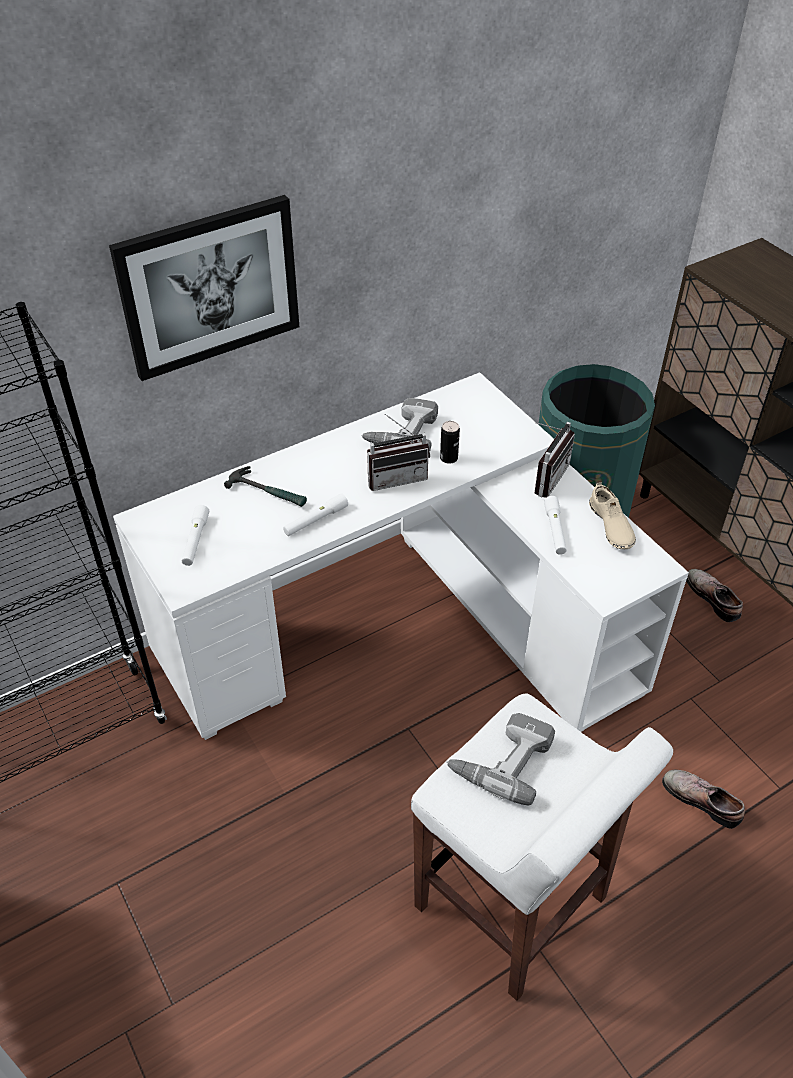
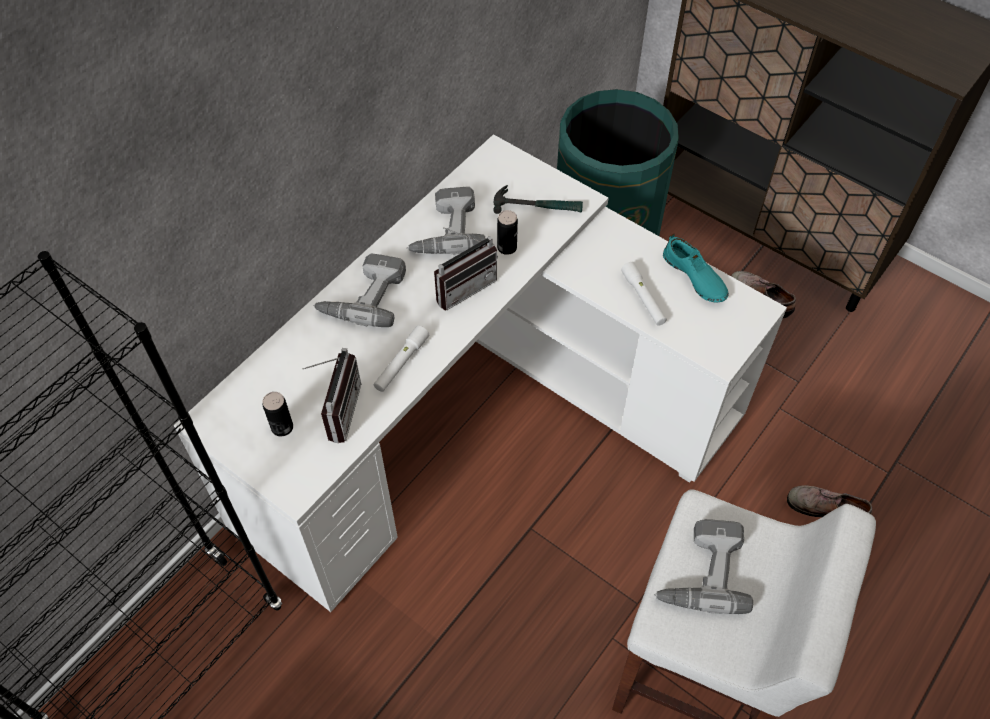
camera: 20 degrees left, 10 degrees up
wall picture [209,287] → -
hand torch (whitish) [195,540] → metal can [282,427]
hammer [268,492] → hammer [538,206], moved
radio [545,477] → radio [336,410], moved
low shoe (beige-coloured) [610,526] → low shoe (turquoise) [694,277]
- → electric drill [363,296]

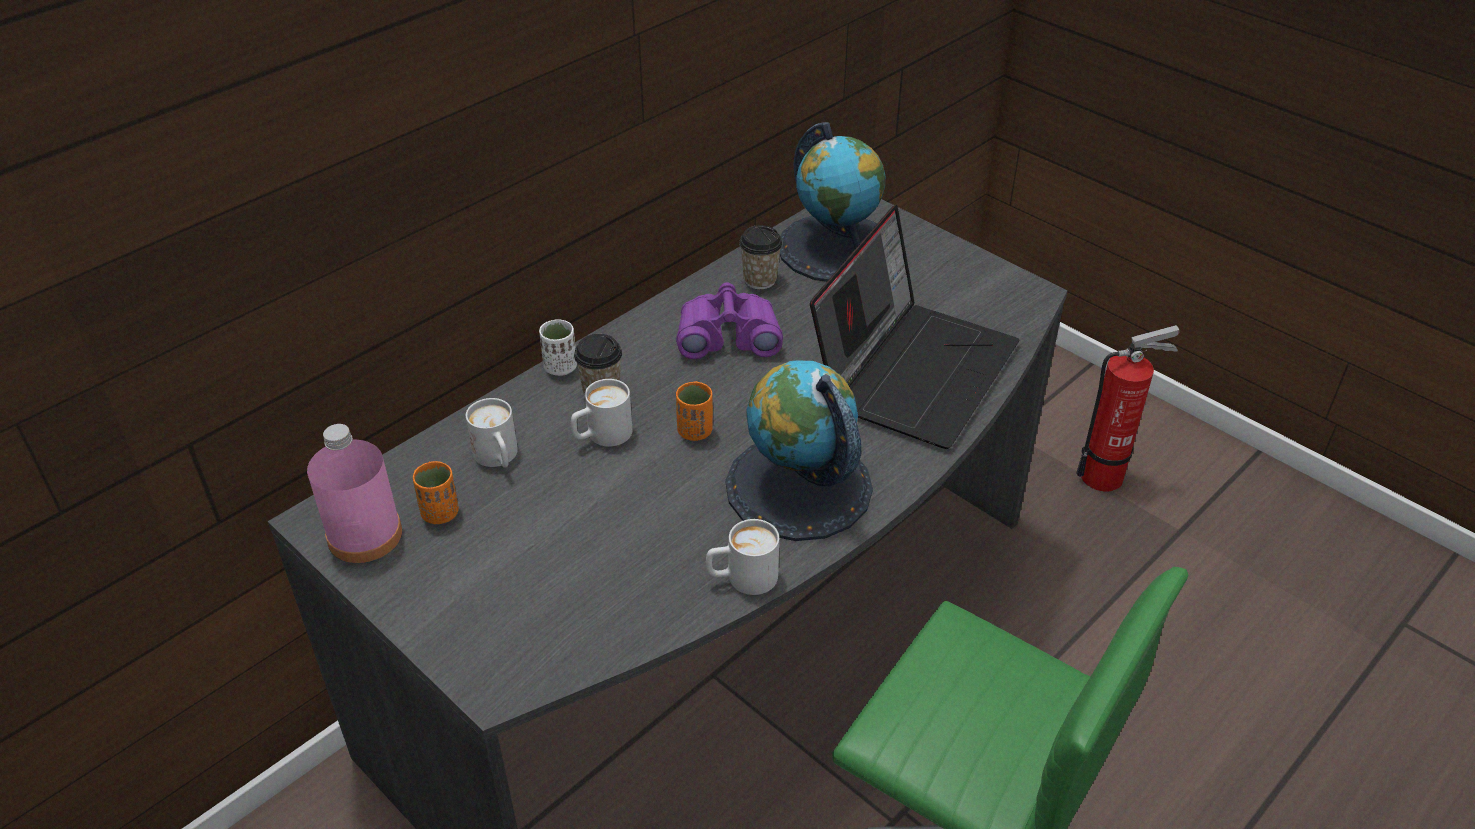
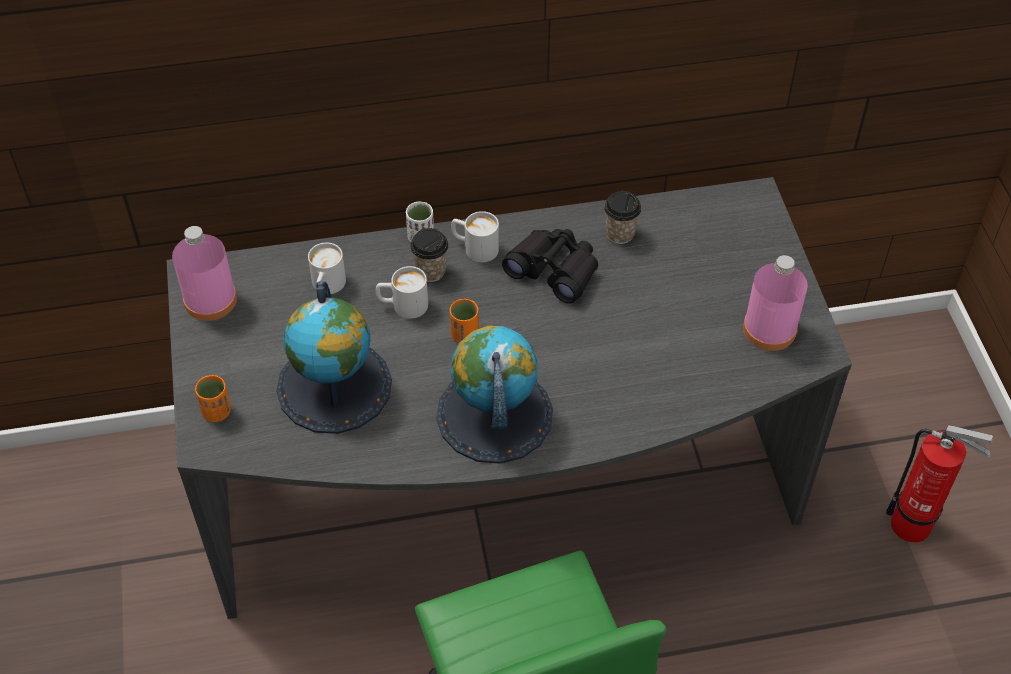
camera: 35 degrees right, 10 degrees up
drinking cup (orange) [440,513] → drinking cup (orange) [216,412], moved
field glasses (purple-coloured) [728,336] → field glasses (black-coloured) [554,270]
tea mug (whitish) [742,578] → tea mug (whitish) [474,248], moved
world globe [837,248] → world globe [335,386], moved
portable computer [913,369] → -
- → beverage bottle (pink-coloured) [769,329]

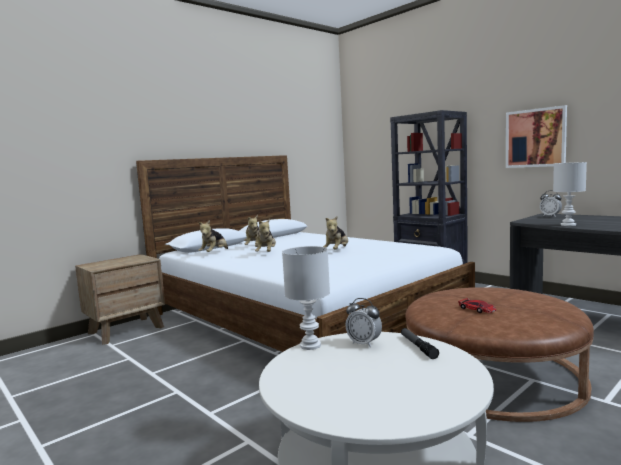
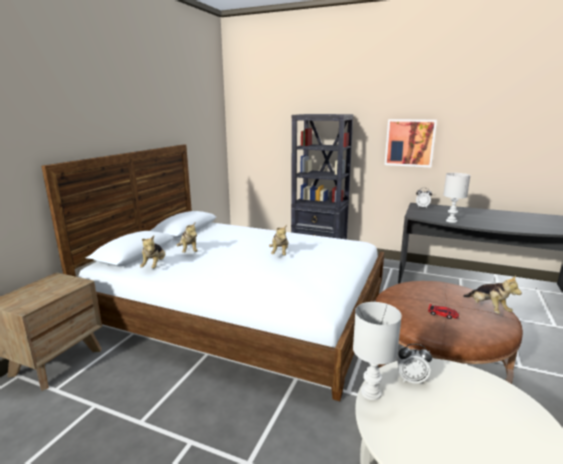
camera: 25 degrees left, 10 degrees up
soft toy [266,253] → soft toy [488,309], moved
hand torch [418,347] → -

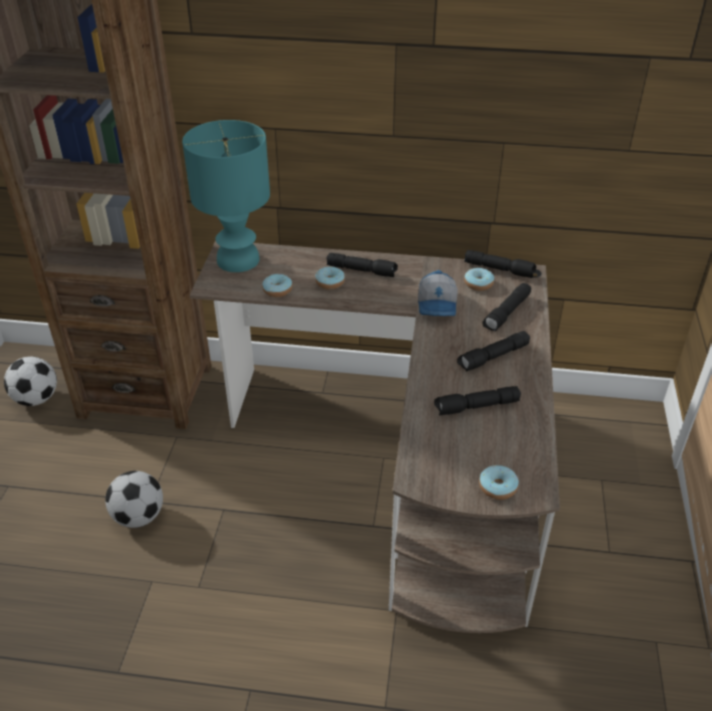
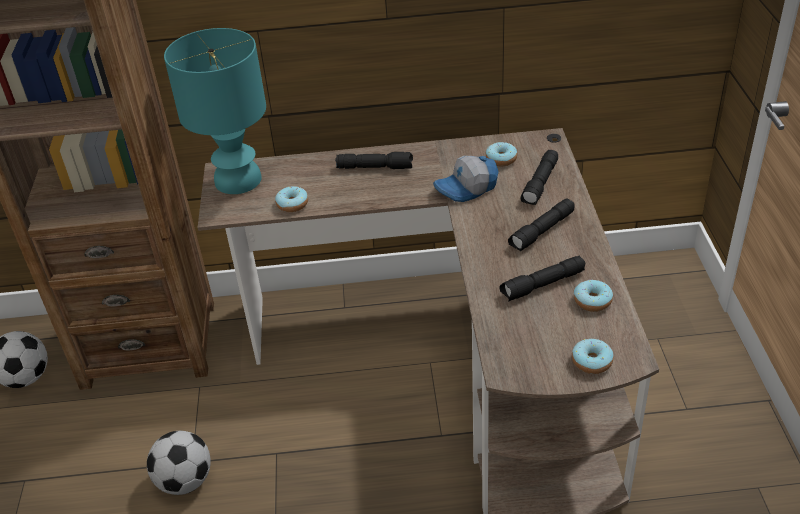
camera: 10 degrees left, 0 degrees up
doughnut [330,283] → doughnut [592,301], moved
baseball cap [438,305] → baseball cap [467,188], 75 degrees clockwise
hand torch (black-coloured) [499,269] → -

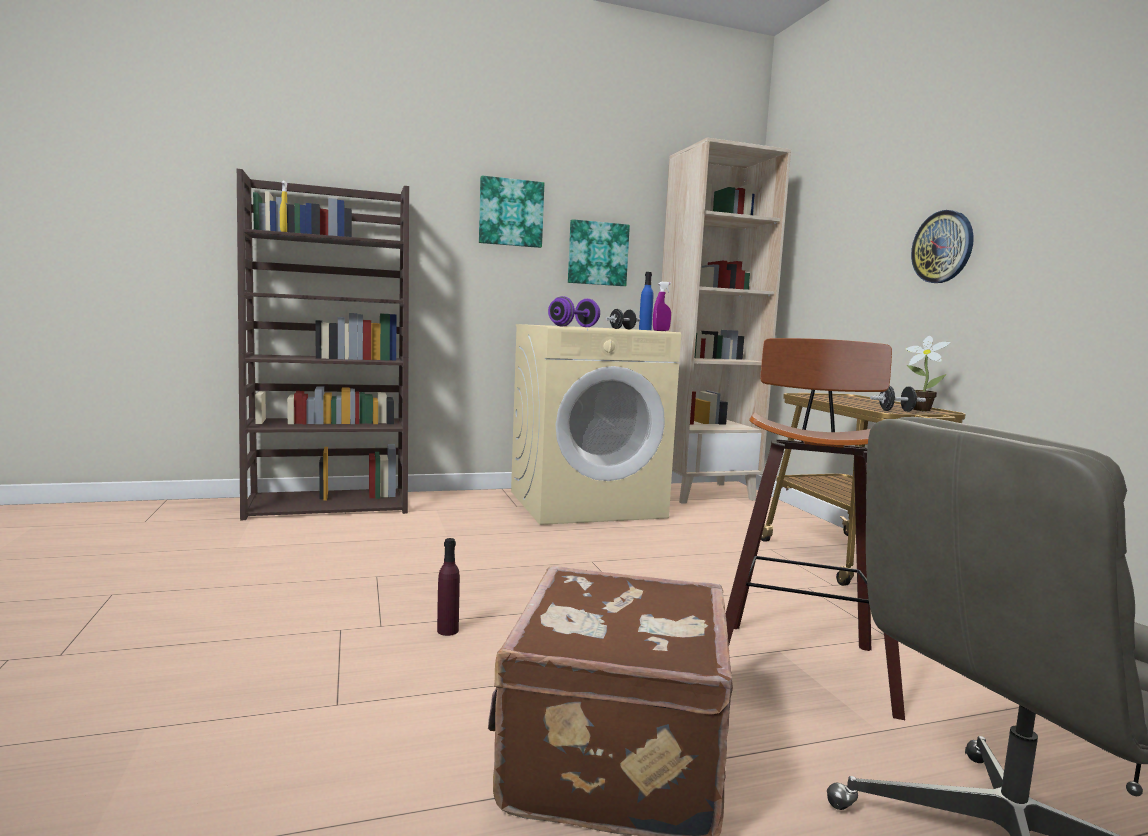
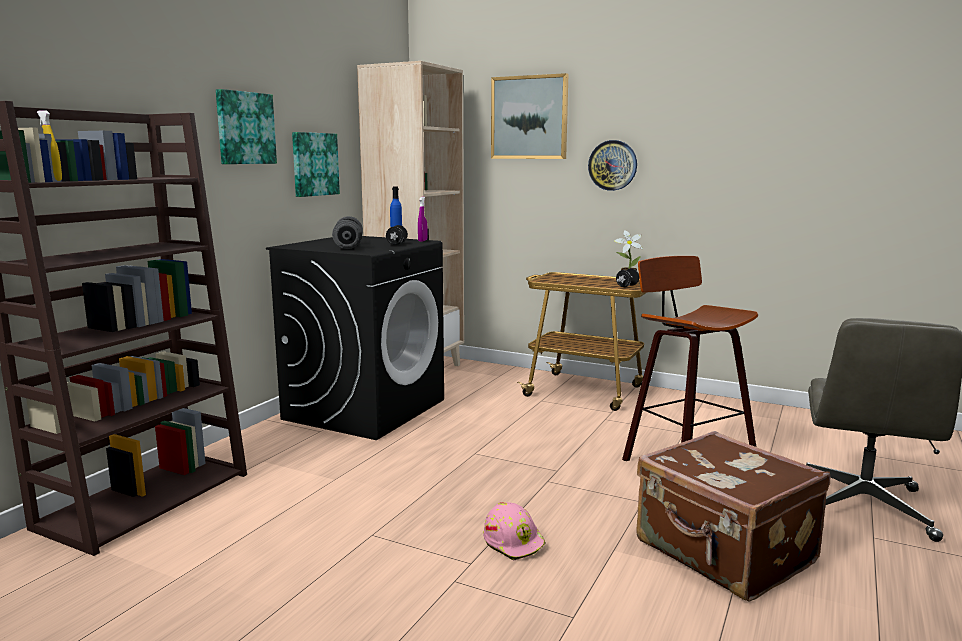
camera: 45 degrees left, 5 degrees up
beverage bottle (purple-coloured) [447,630] → hard hat (pink-coloured) [514,542]
laundry machine (beige-coloured) [586,504] → laundry machine (black-coloured) [365,409]
hand weight (purple-coloured) [574,326] → hand weight (greyish) [348,246]
- → wall picture [529,117]

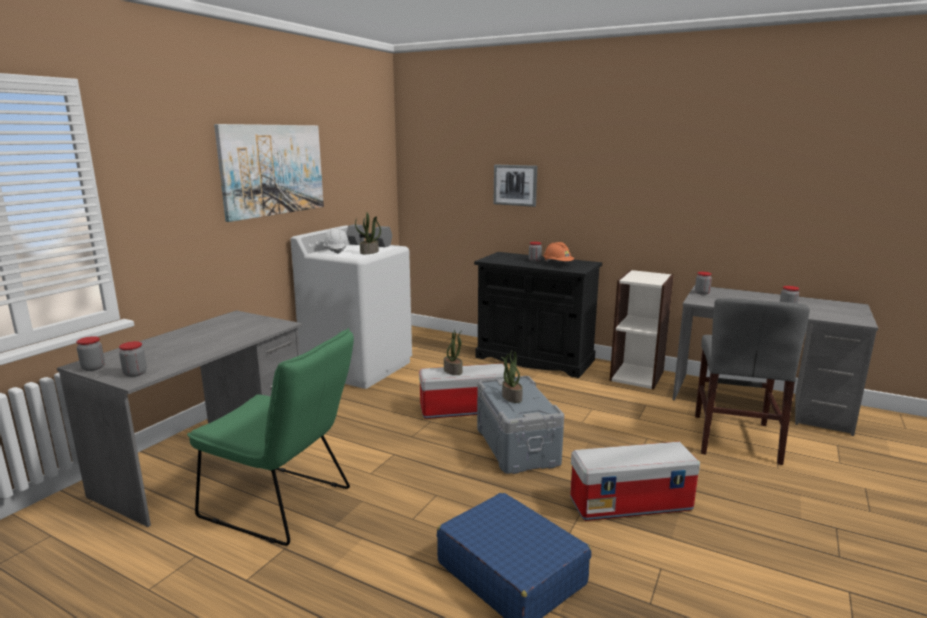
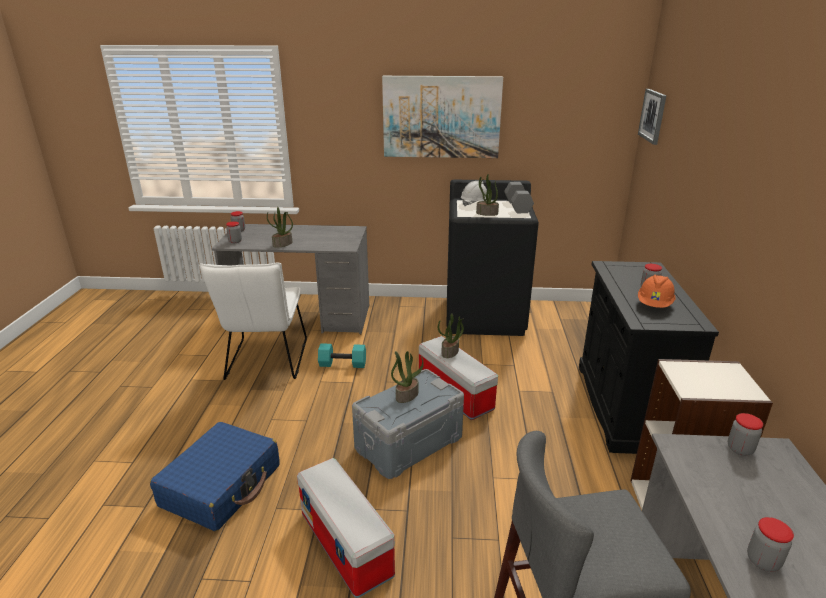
camera: 65 degrees right, 10 degrees up
plain chair (green-coloured) [284,505] → plain chair (whitish) [265,363]
laundry machine (whitish) [358,367] → laundry machine (black-coloured) [485,316]
wall picture [515,185] → wall picture [653,116], moved
- → houseplant [282,244]
- → hand weight (turquoise) [343,363]

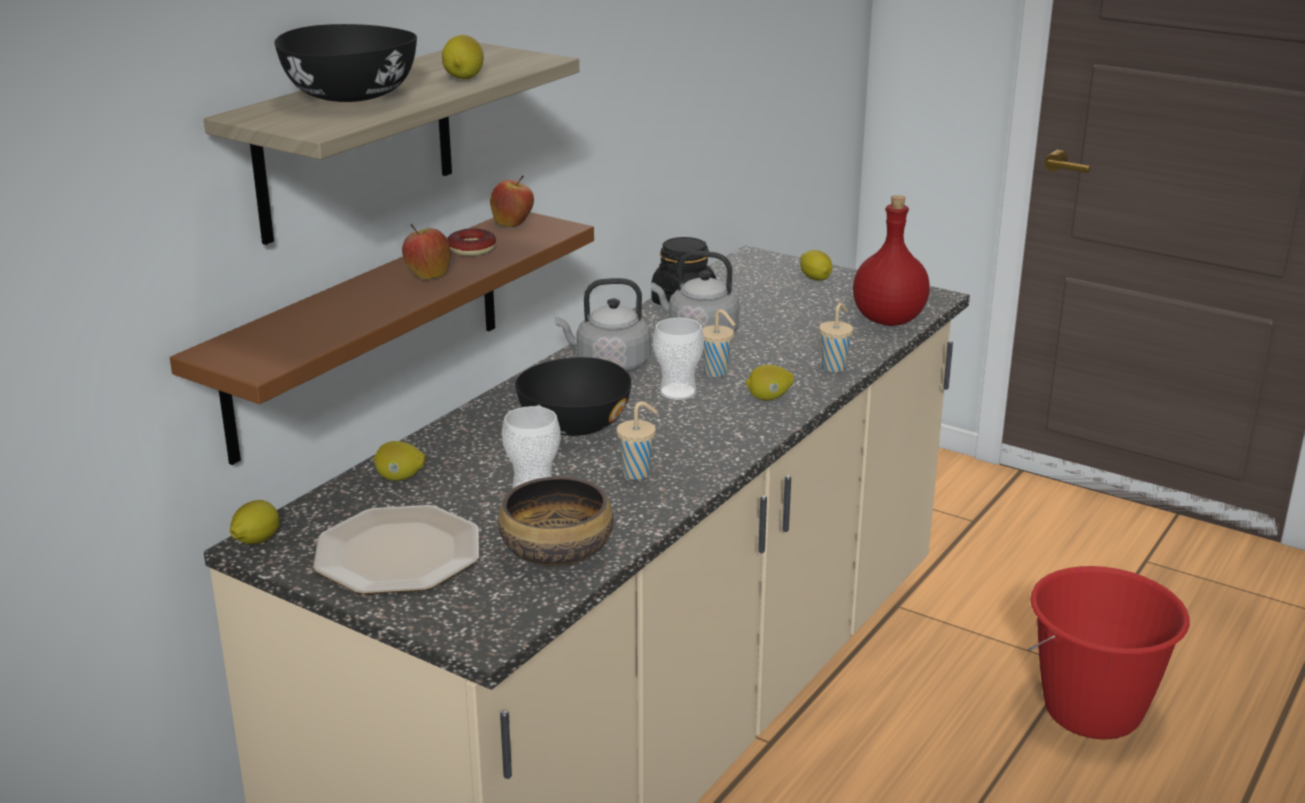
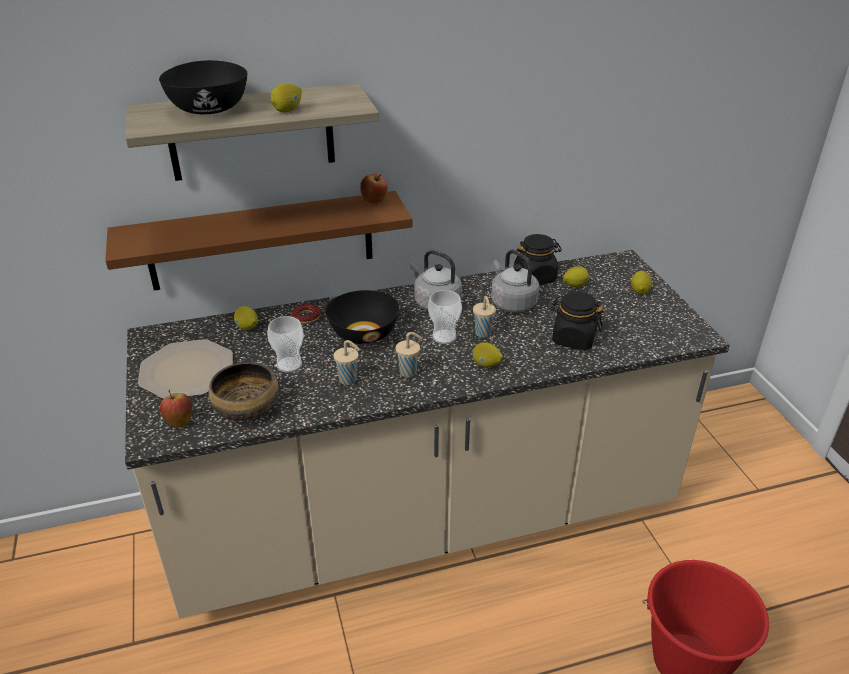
camera: 40 degrees right, 10 degrees up
whole lemon [256,541] → whole lemon [574,285], moved
apple [427,275] → apple [179,421], moved
doughnut [472,249] → doughnut [306,317], moved
drinking cup (beige-coloured) [834,367] → drinking cup (beige-coloured) [409,372], moved
beverage bottle (red) [890,320] → -
- → preserve jar (black-coloured) [573,339]

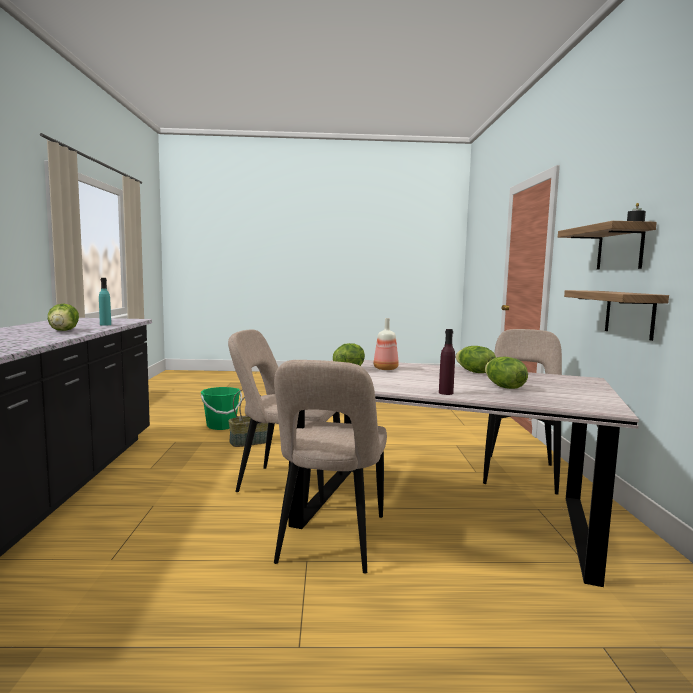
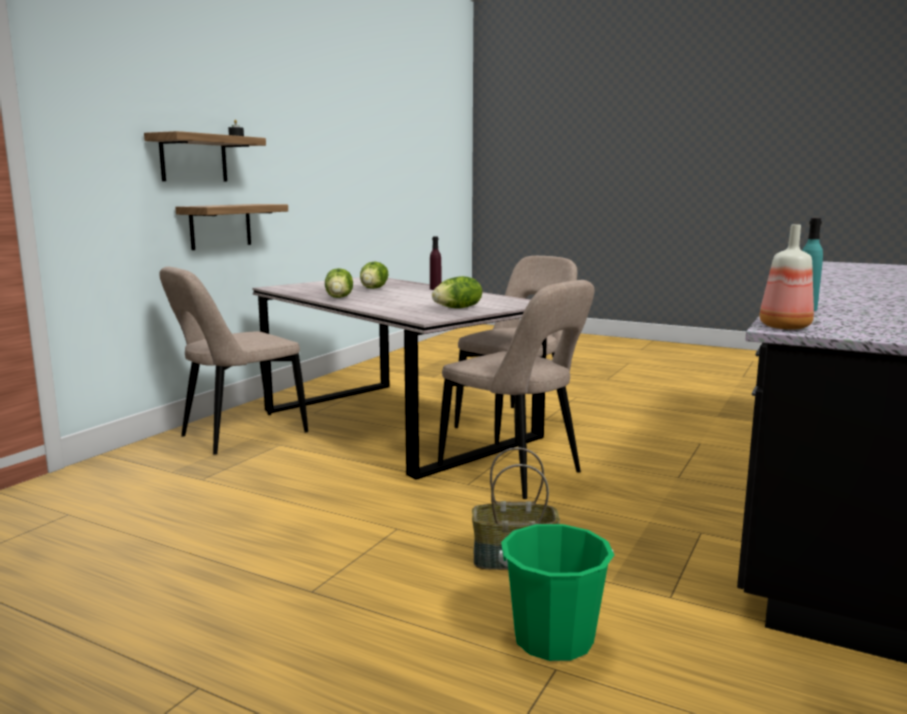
camera: 150 degrees left, 5 degrees up
lettuce head [64,330] → -
beverage bottle [386,369] → beverage bottle [783,327], moved

